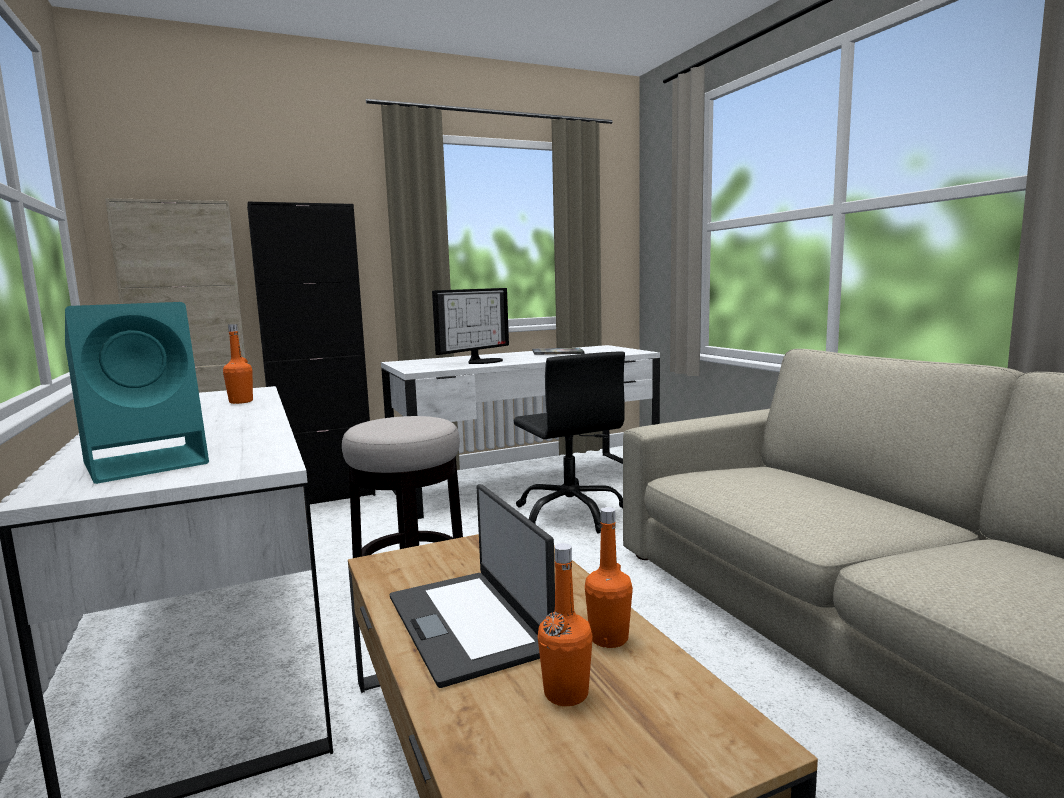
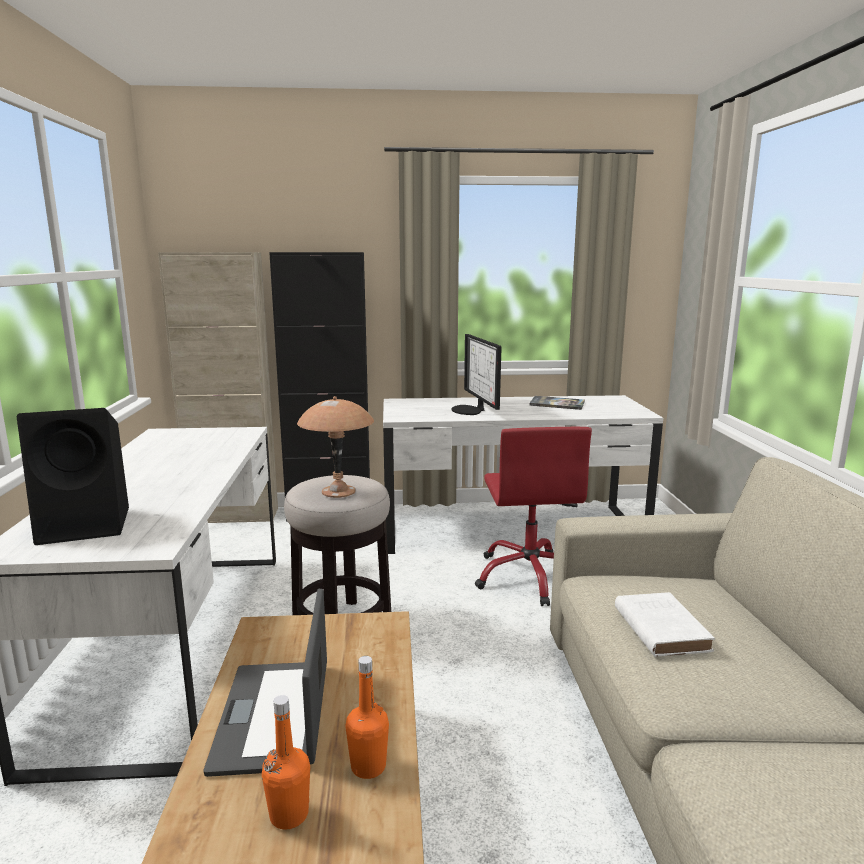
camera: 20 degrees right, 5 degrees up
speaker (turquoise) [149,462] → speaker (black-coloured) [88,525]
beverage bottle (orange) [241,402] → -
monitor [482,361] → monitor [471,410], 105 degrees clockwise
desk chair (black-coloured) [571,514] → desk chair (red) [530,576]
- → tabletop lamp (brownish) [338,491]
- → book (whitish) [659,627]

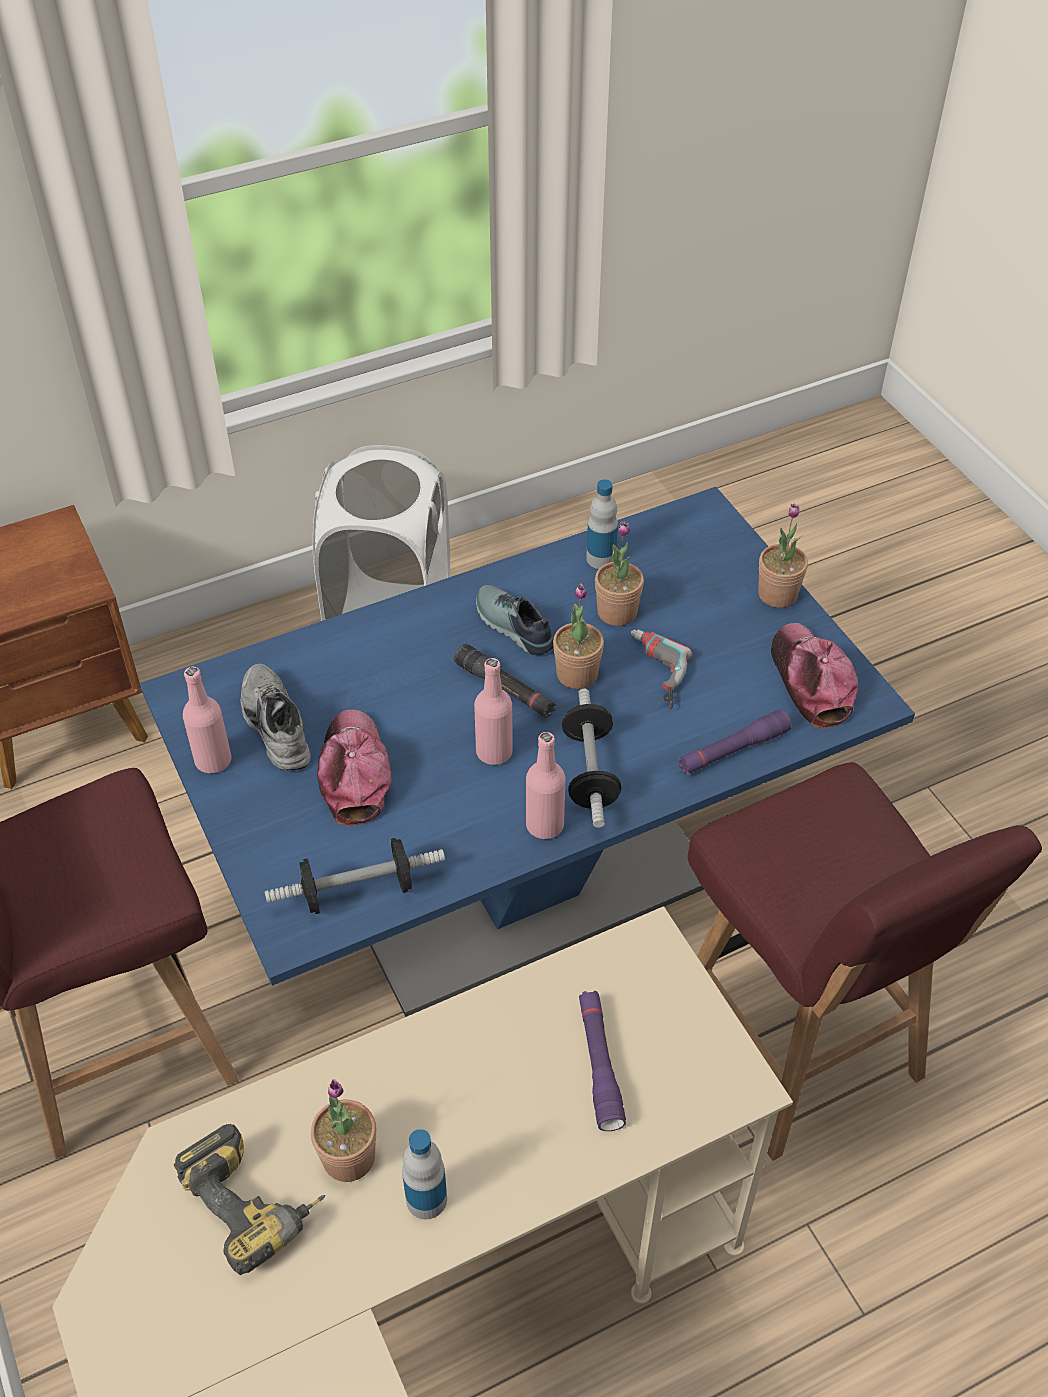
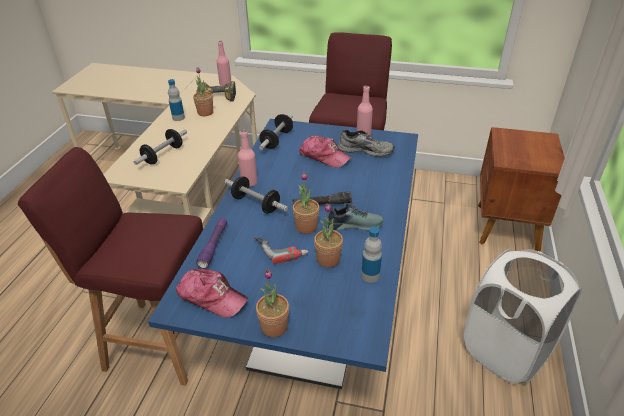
camera: 130 degrees right, 10 degrees down
beverage bottle (pink-coloured) [494,752] → beverage bottle (pink-coloured) [225,84], moved
hand torch (purple-coloured) [599,1064] → hand weight [163,155]

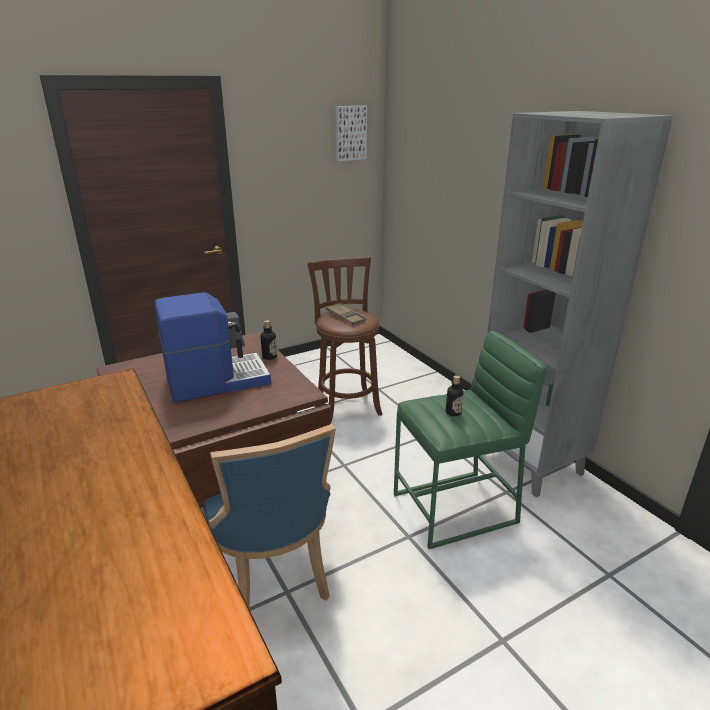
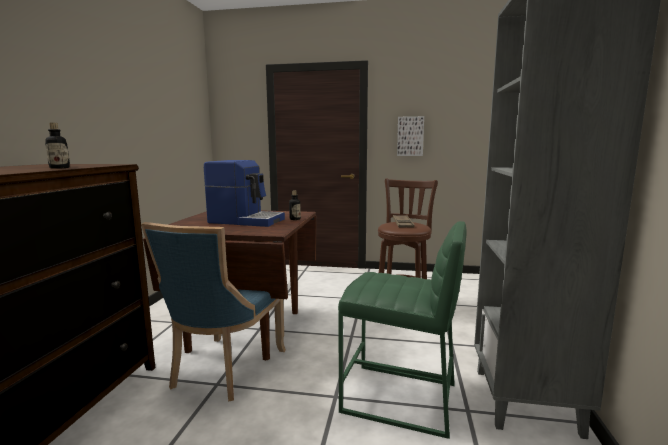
camera: 40 degrees right, 15 degrees down
wall picture [350,133] → wall picture [410,136], moved
beverage bottle [453,412] → beverage bottle [59,168], moved

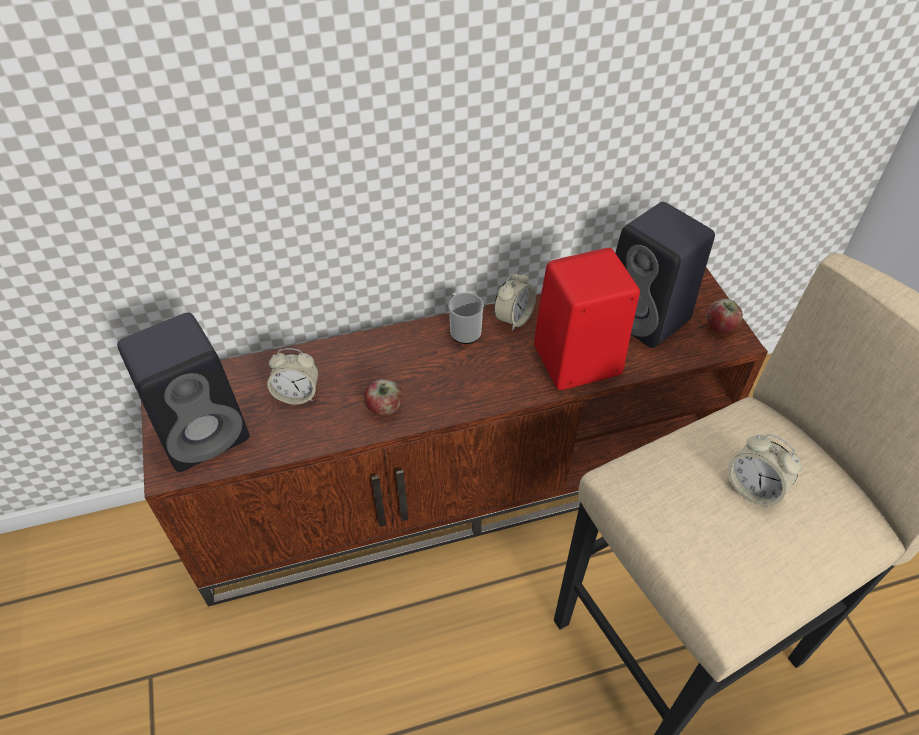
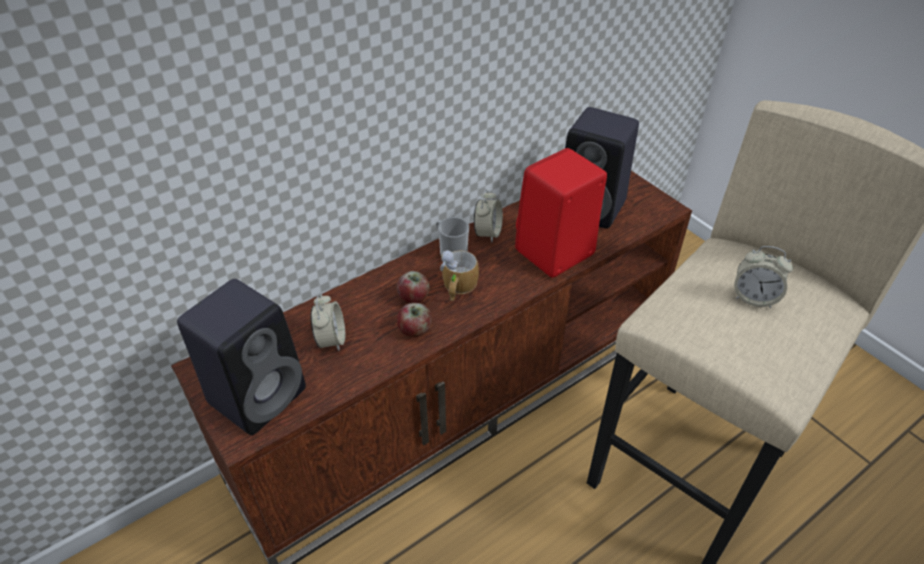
camera: 20 degrees left, 5 degrees down
table clock [297,394] → table clock [331,340], 75 degrees counterclockwise
apple [720,327] → apple [414,298], moved
- → tea mug [457,287]

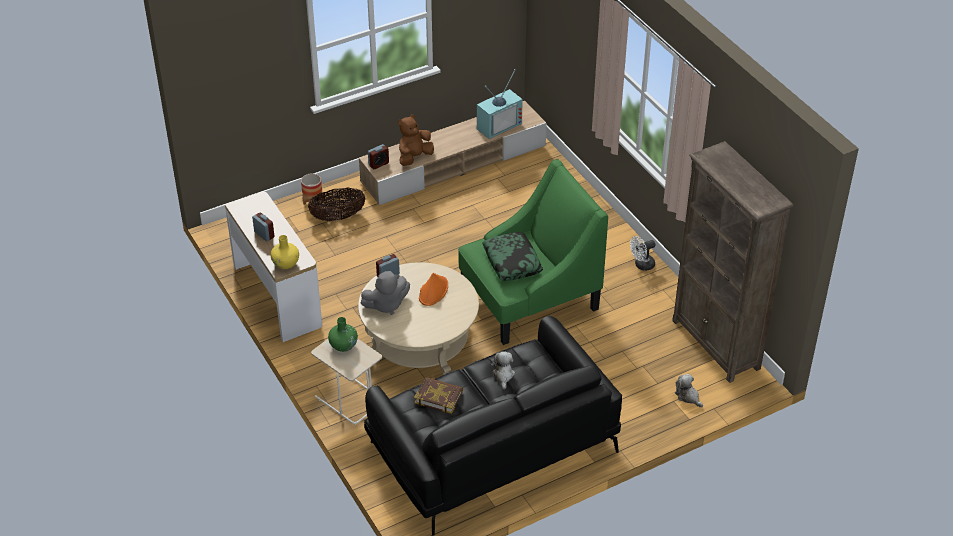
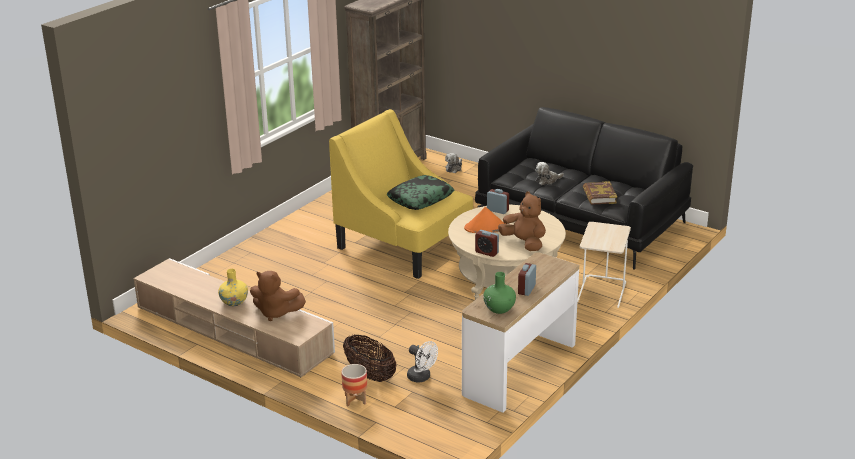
camera: 115 degrees left, 15 degrees down
flower vase (yellow) [286,264] → flower vase (yellow) [234,302], moved
flower vase (green-coloured) [343,345] → flower vase (green-coloured) [499,309], moved
soft toy (greyish) [386,305] → soft toy (brownish) [524,243]
table clock [378,164] → table clock [497,210], moved
armchair (green-coloured) [528,299] → armchair (yellow) [404,246]
TV set [498,125] → -
electric fan (whitish) [641,265] → electric fan (whitish) [422,377], moved

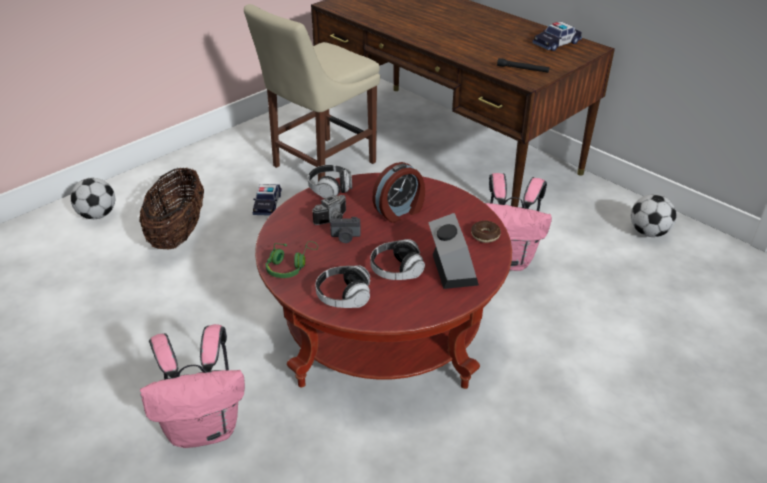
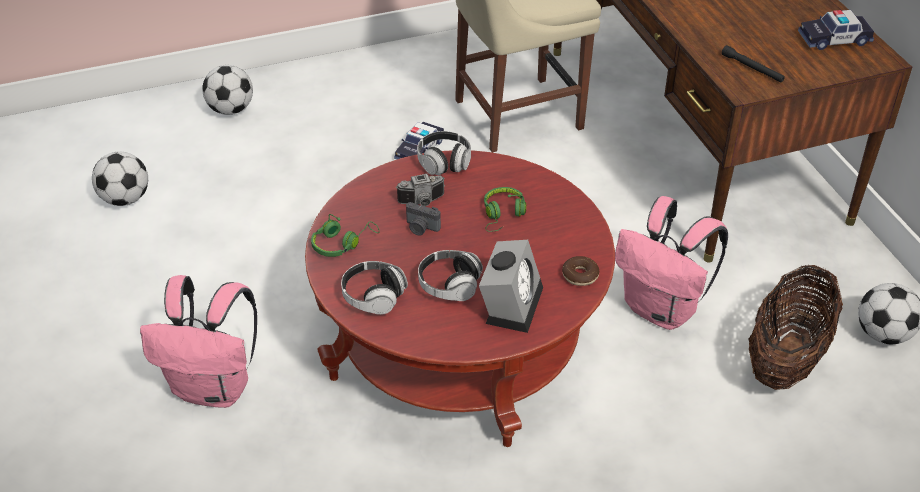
camera: 25 degrees right, 5 degrees up
household basket [178,233] → household basket [786,358], moved
table clock [399,211] → headphones (green-coloured) [503,214]
- → football ball [125,199]

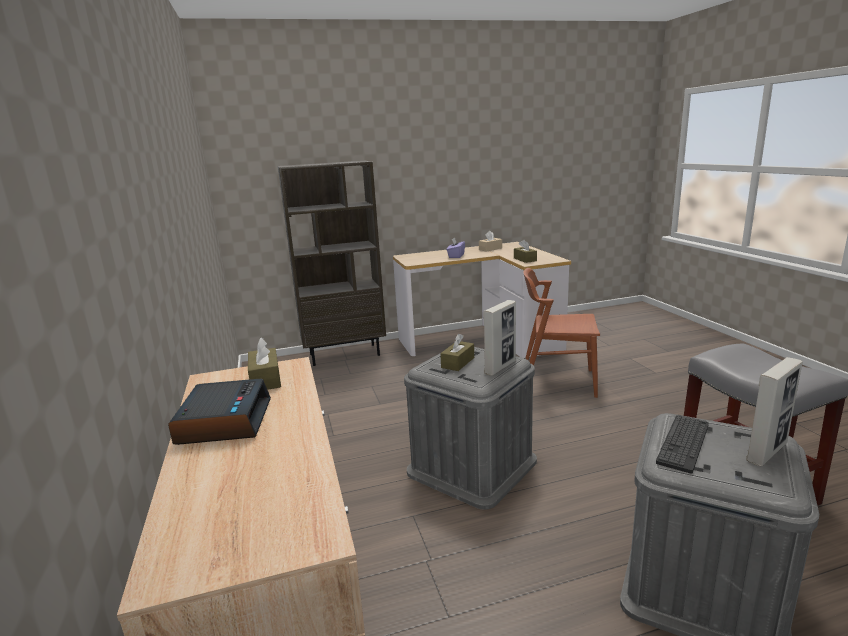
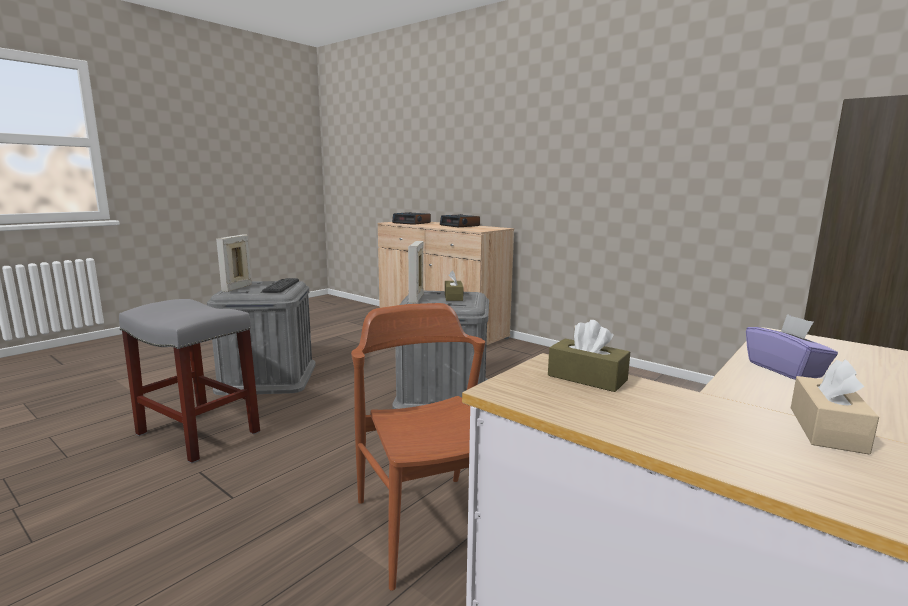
camera: 145 degrees right, 5 degrees down
tissue box (brownish) [265,379] → -
plain chair (brownish) [557,381] → plain chair (brownish) [429,525], 90 degrees counterclockwise
- → table clock [412,223]

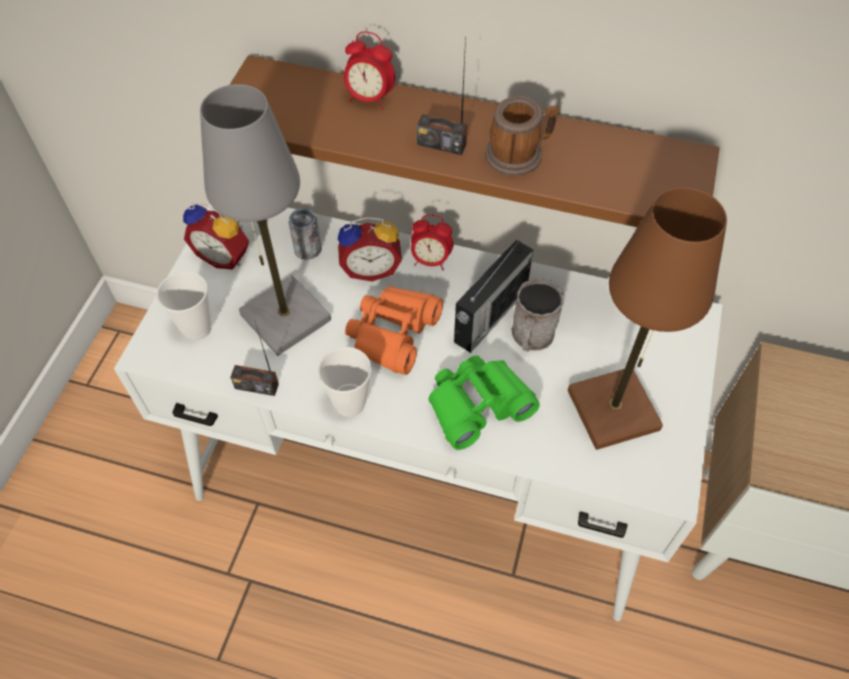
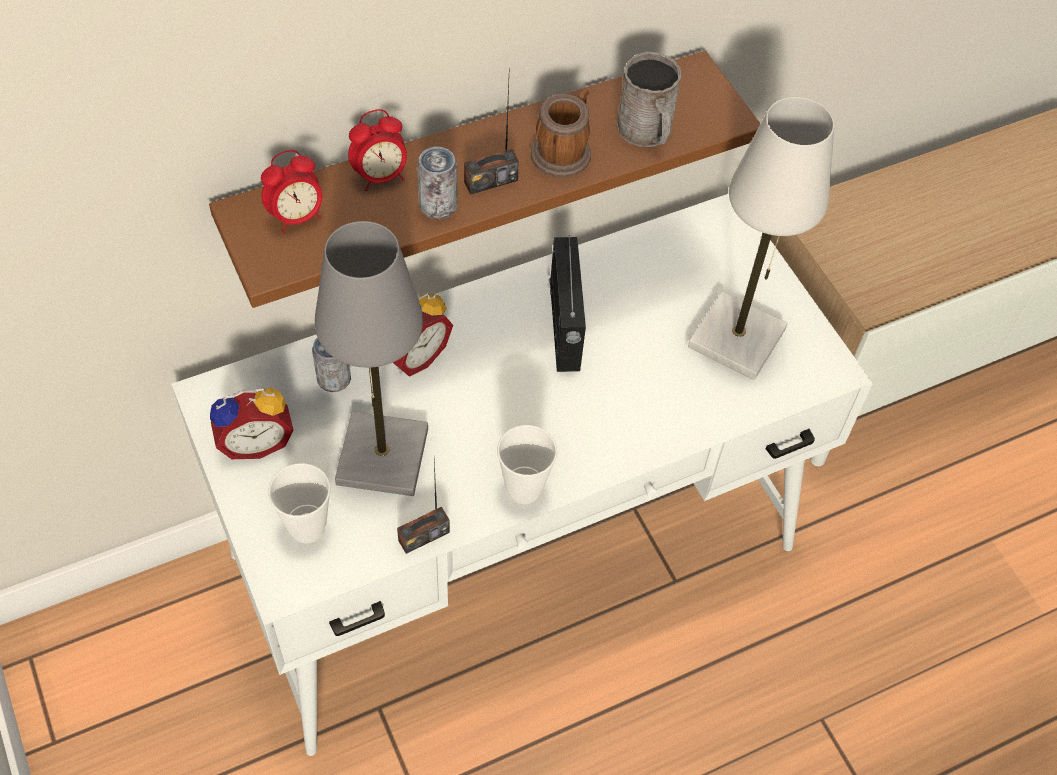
camera: 45 degrees left, 0 degrees up
field glasses (orange) [393,333] → -
table clock [431,261] → table clock [296,217], moved
field glasses (green-coloured) [477,405] → -
tea mug (greyish) [531,337] → tea mug (greyish) [647,133], moved
tabletop lamp (brownish) [613,410] → tabletop lamp (whitish) [737,338]
- → metal can [438,206]

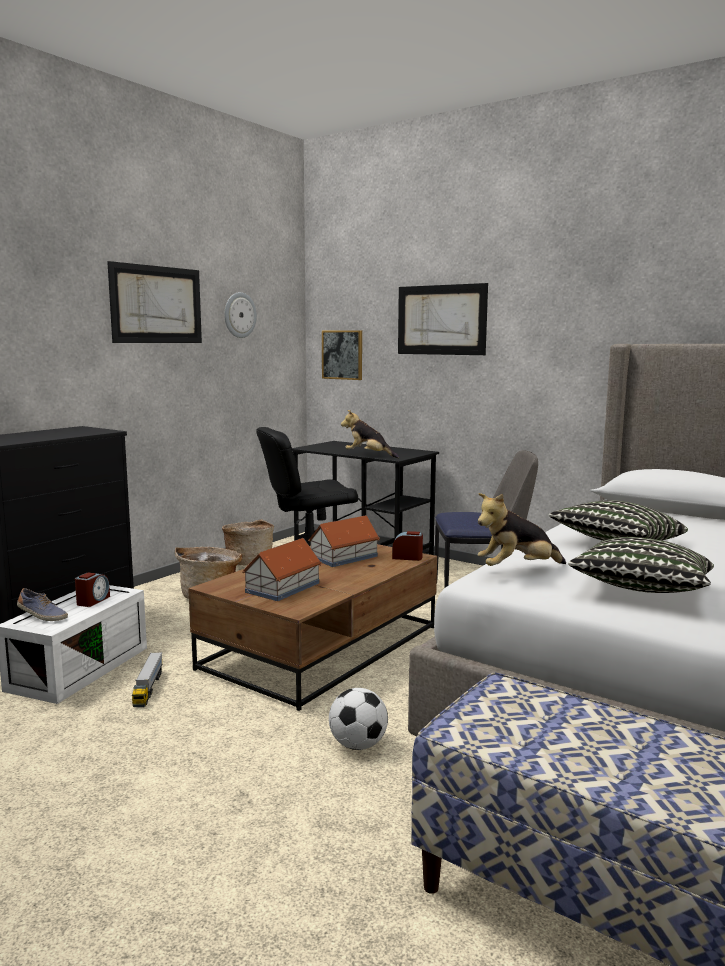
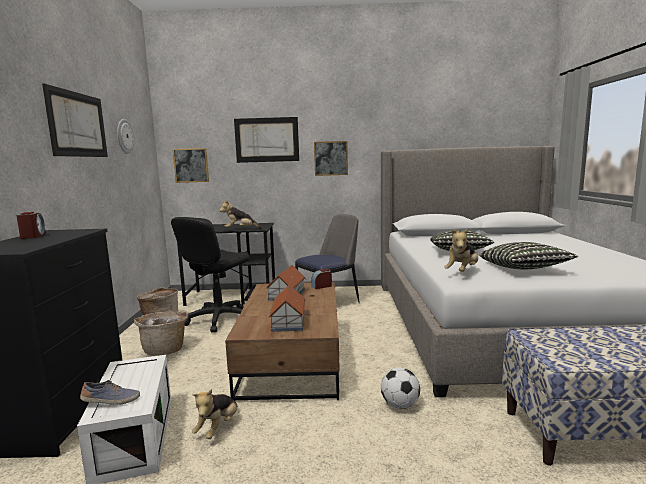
camera: 35 degrees left, 0 degrees up
table clock [93,601] → table clock [33,236], moved
toy truck [148,688] → soft toy [218,428]
- → wall picture [331,158]

